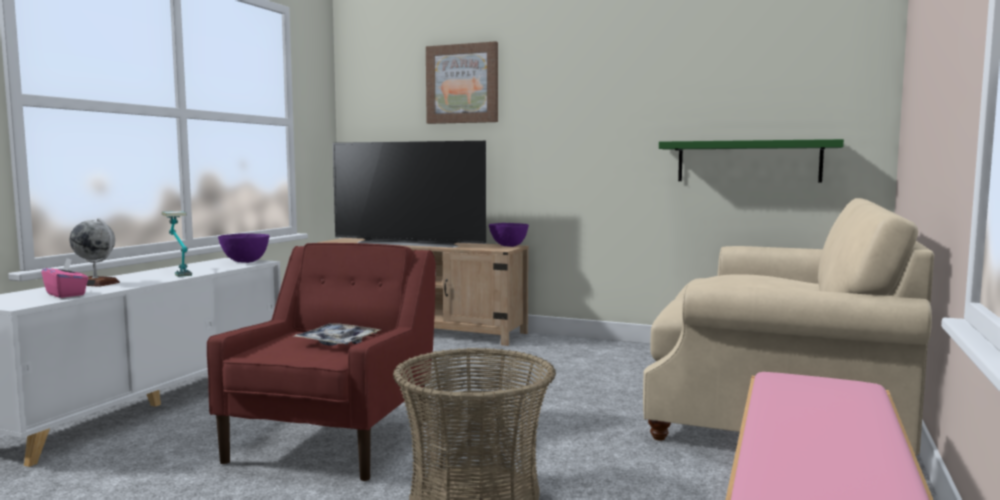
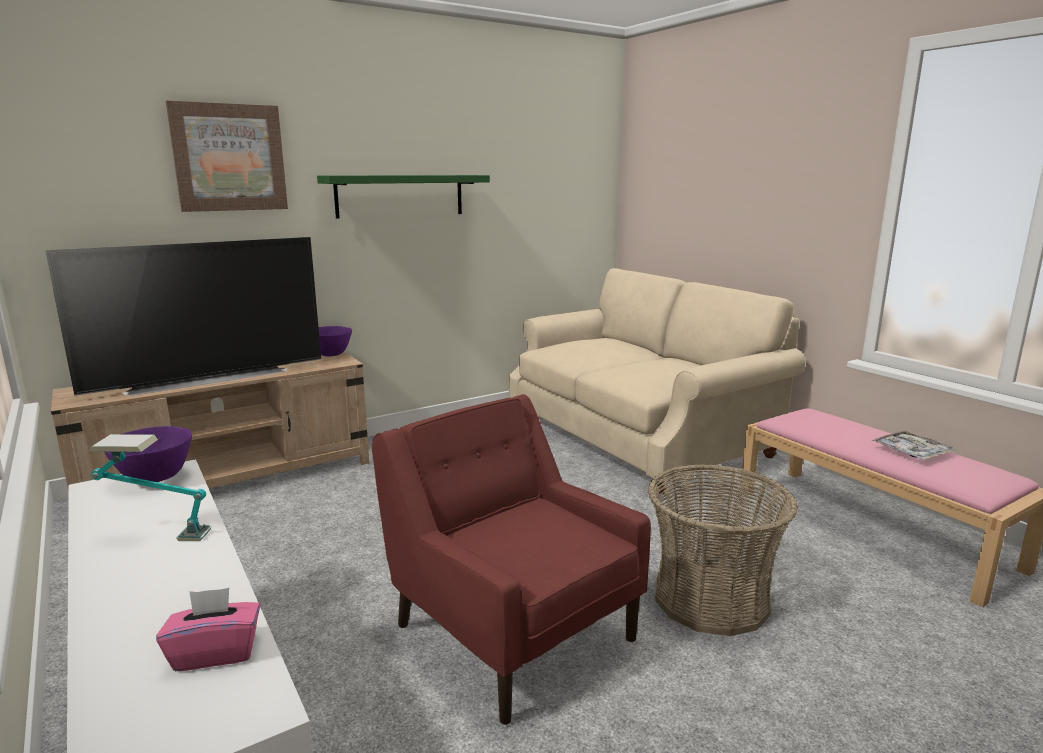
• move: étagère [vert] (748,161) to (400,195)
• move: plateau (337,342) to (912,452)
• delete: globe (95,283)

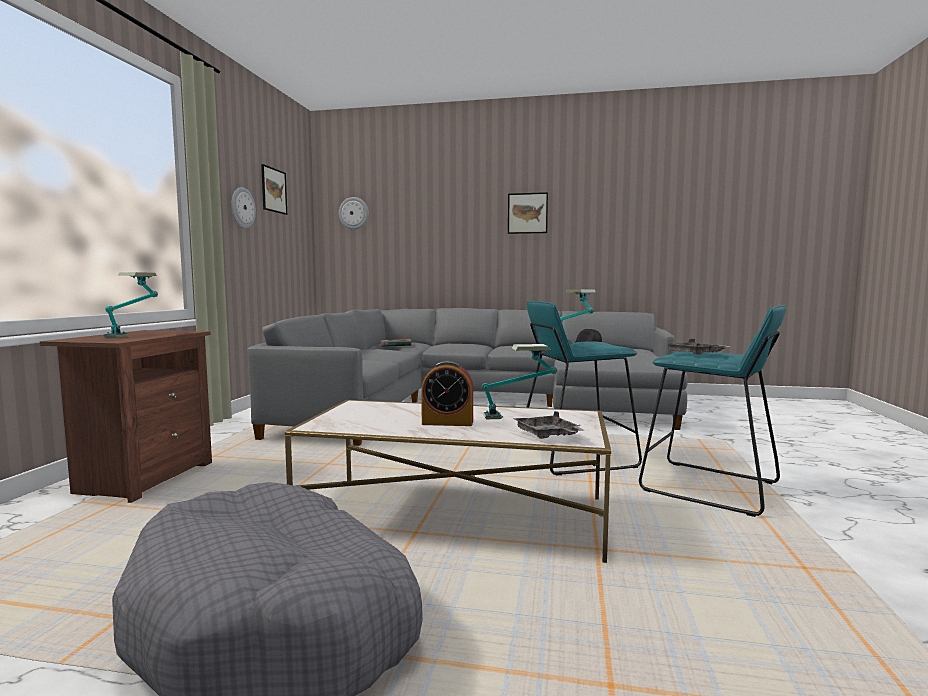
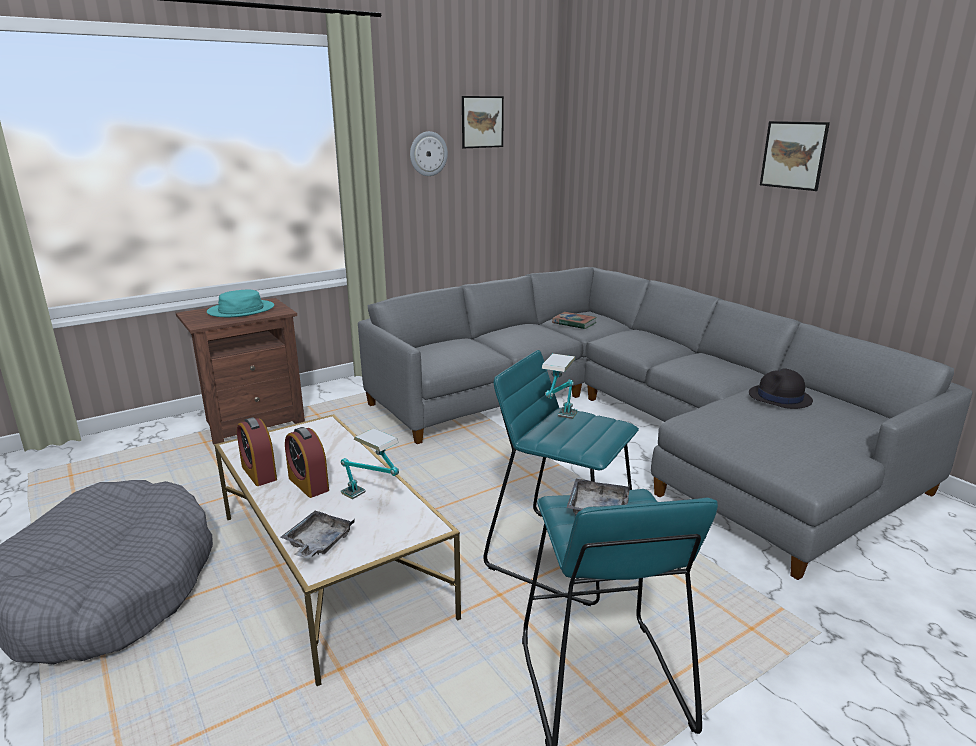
• replace: lampe de table (134,334) to chapeau [turquoise] (241,310)
• insert: réveil (259,473)
• delete: horloge murale (354,213)

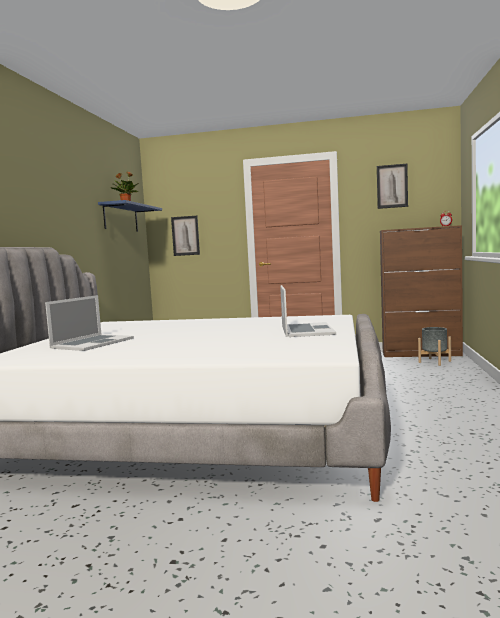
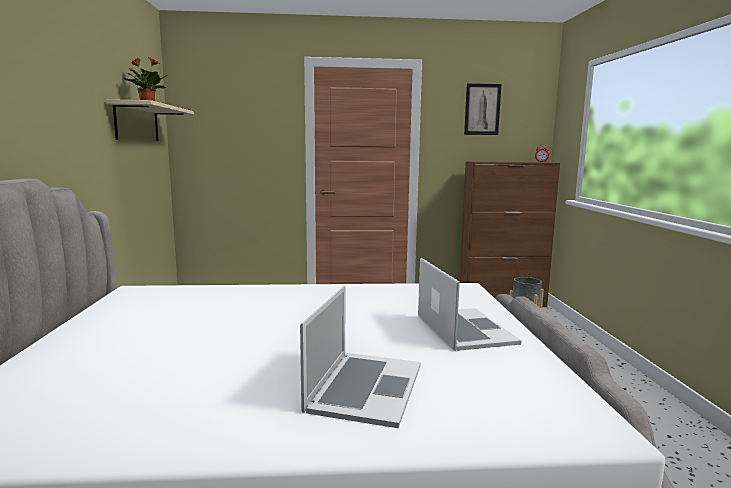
• recolor: étagère [bleu] (121,218) to étagère [beige] (137,123)
• move: ordinateur portable (92,343) to (365,387)
• delete: tableau (185,235)

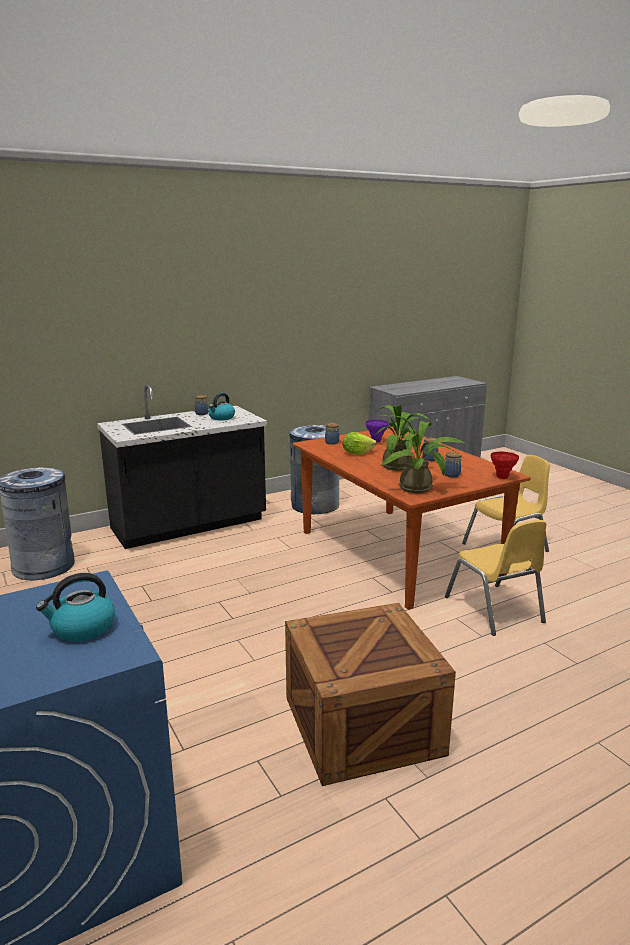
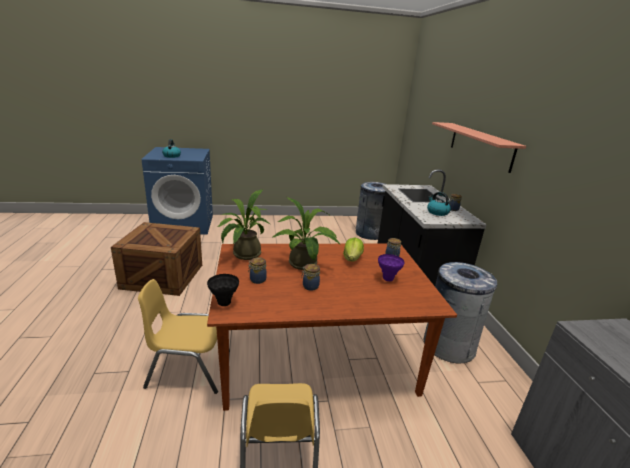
• recolor: vase [rouge] (502,477) to vase [noir] (224,303)
• insert: étagère (480,145)

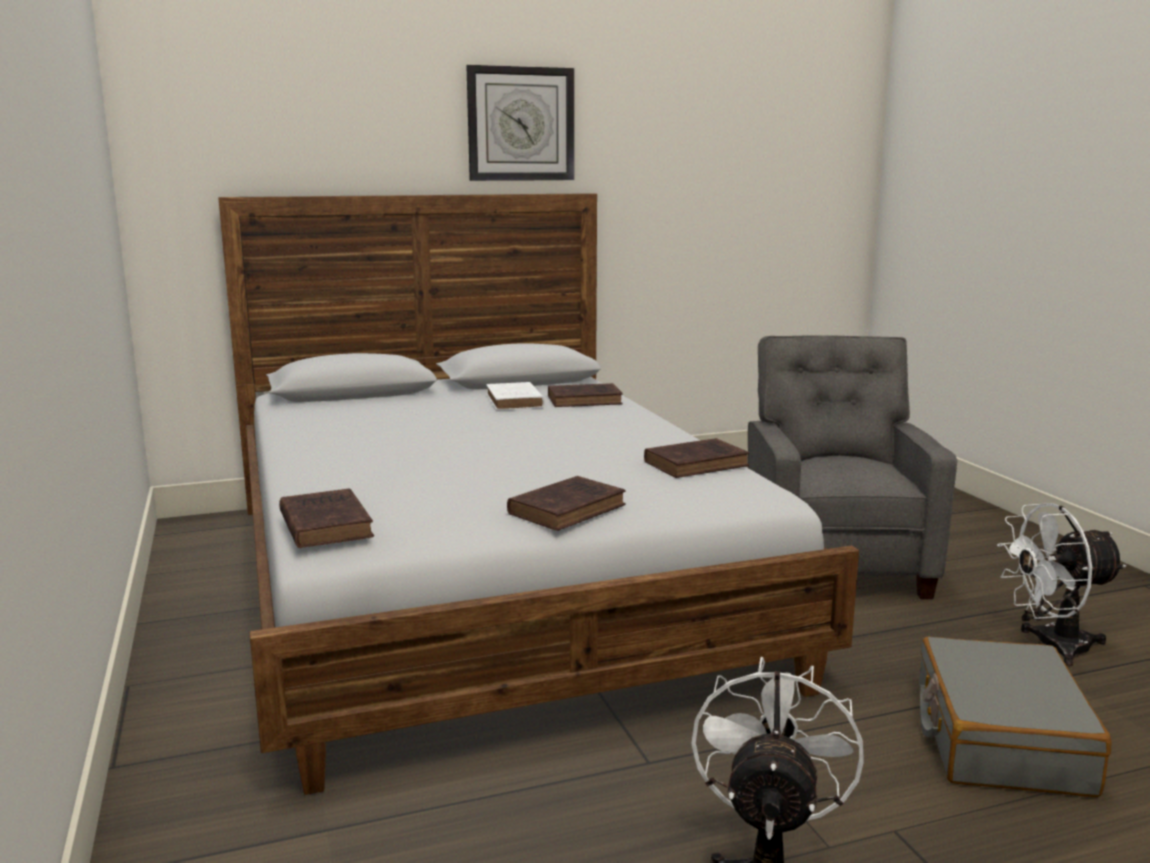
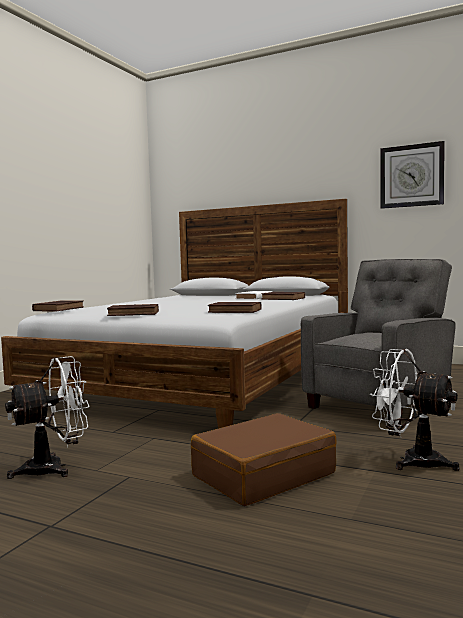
• recolor: valise [gris] (999,739) to valise [marron] (263,474)
• move: horloge murale (520,124) to (411,176)

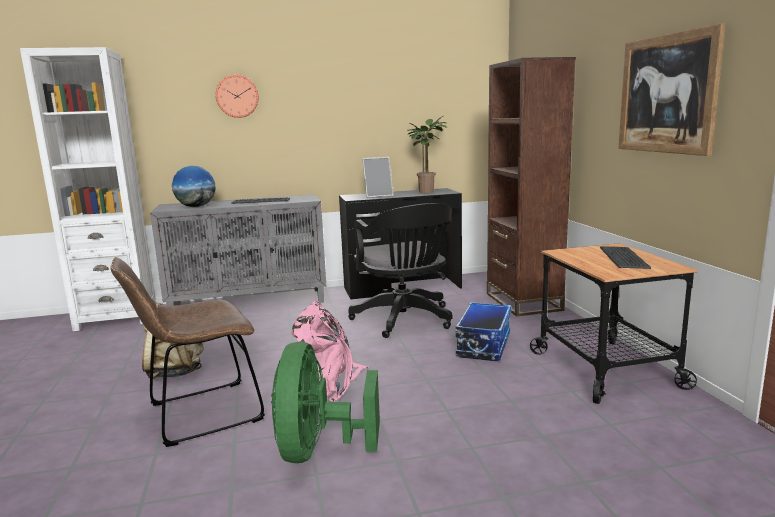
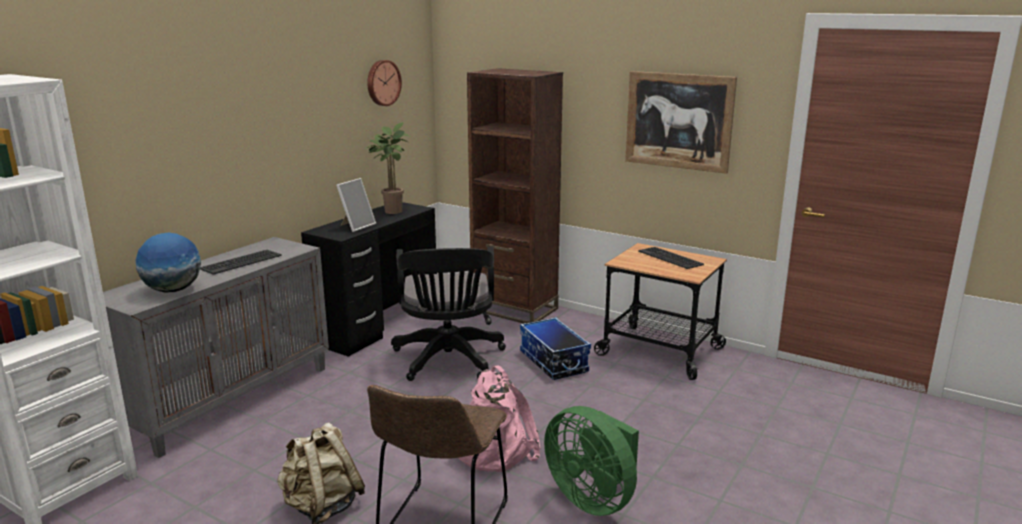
• move: horloge murale (237,96) to (382,83)
• rotate: chaise de bureau [noir] (405,320) = (448,361) 60 degrees clockwise

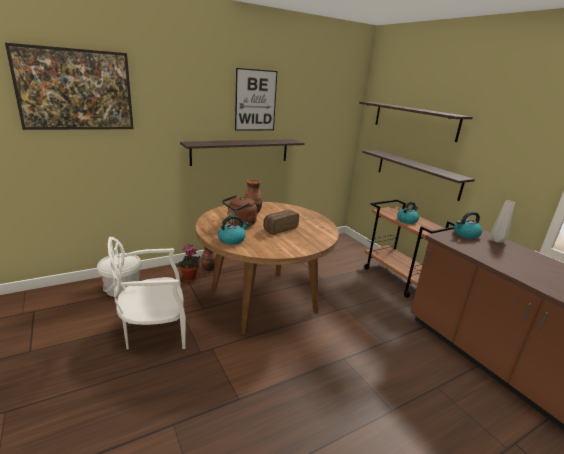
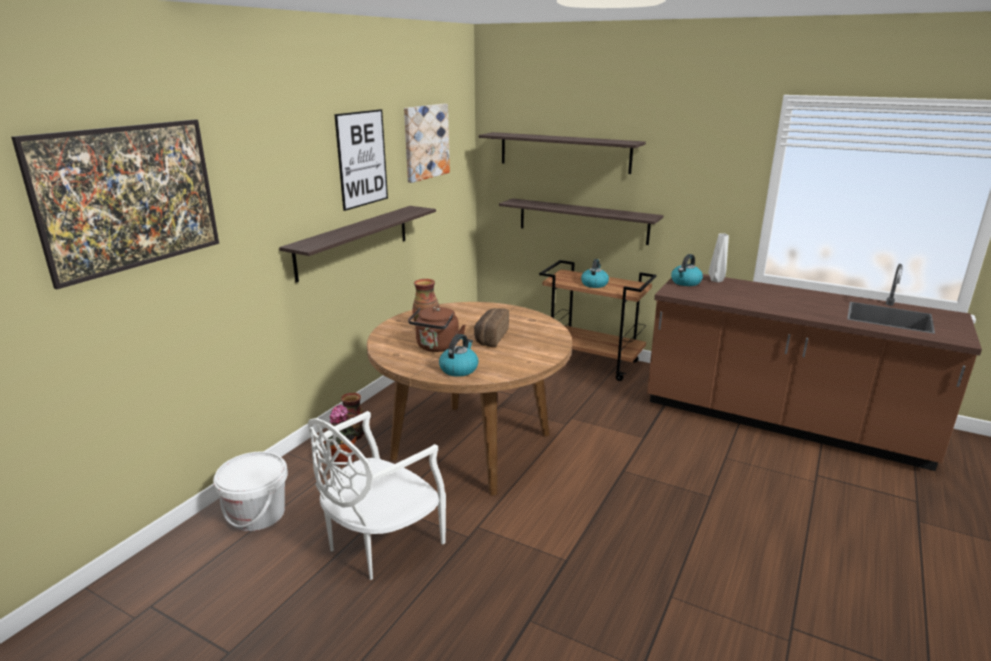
• insert: tableau (425,142)

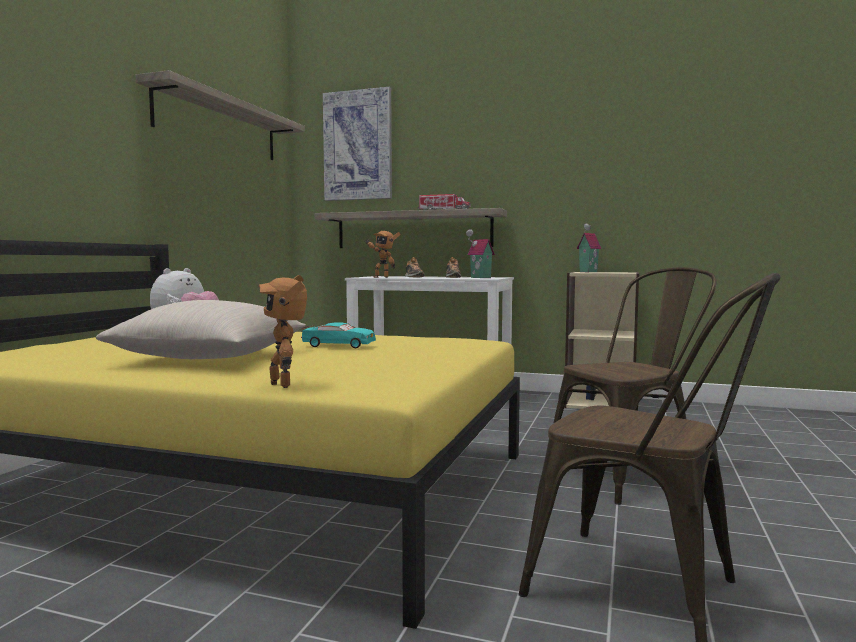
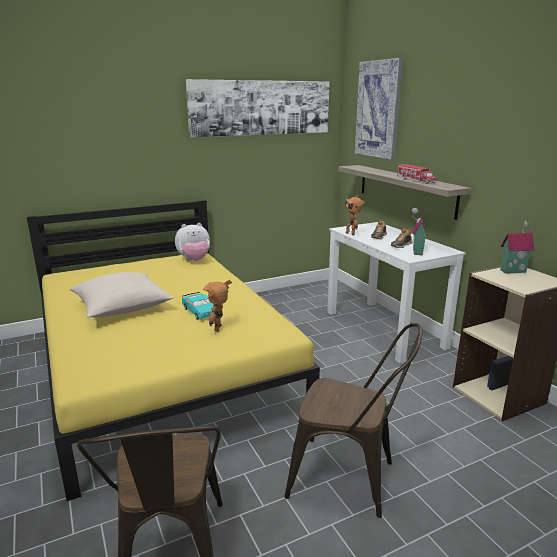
• replace: étagère (219,125) to tableau (261,108)
• move: robot jouet (284,384) to (221,328)

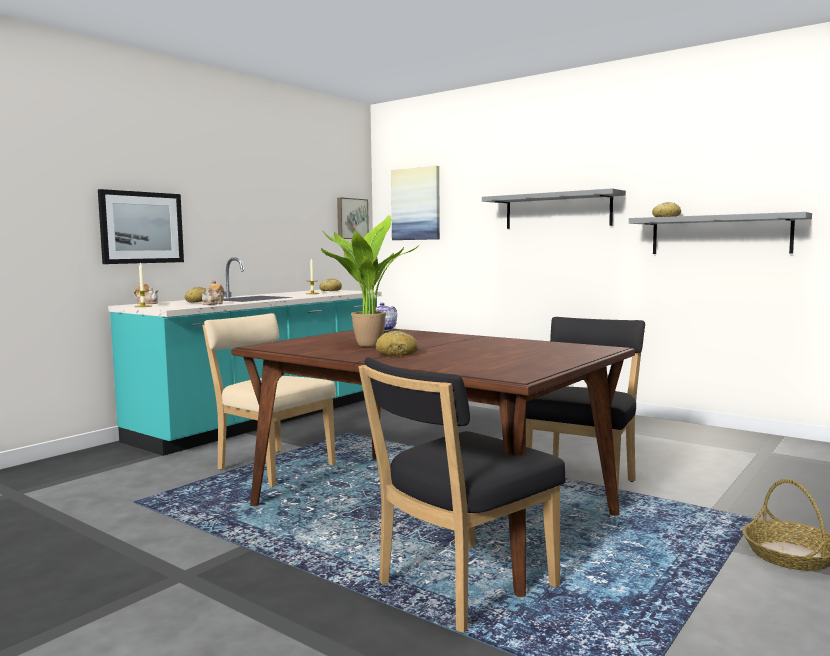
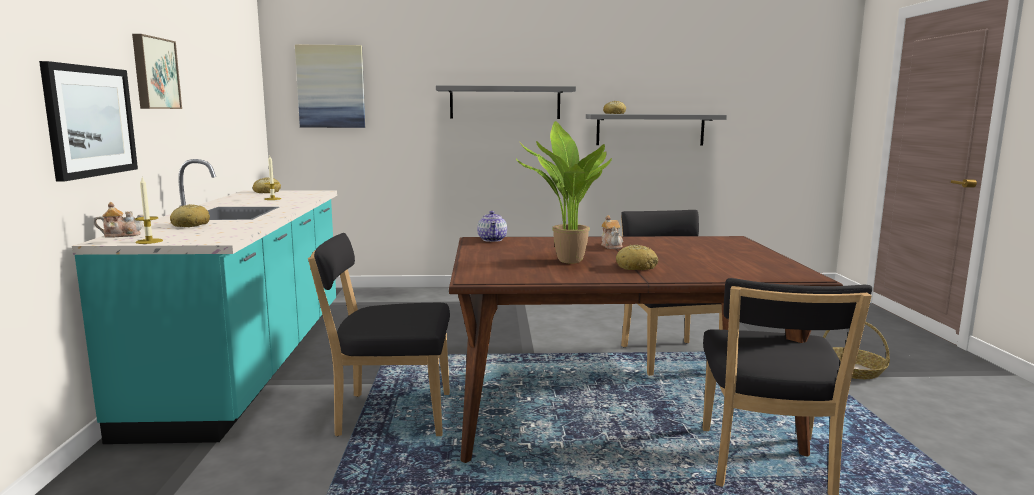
• move: tableau (351,218) to (154,73)
• recolor: chaise [beige] (272,466) to chaise [noir] (388,414)
• move: théière (214,304) to (611,246)

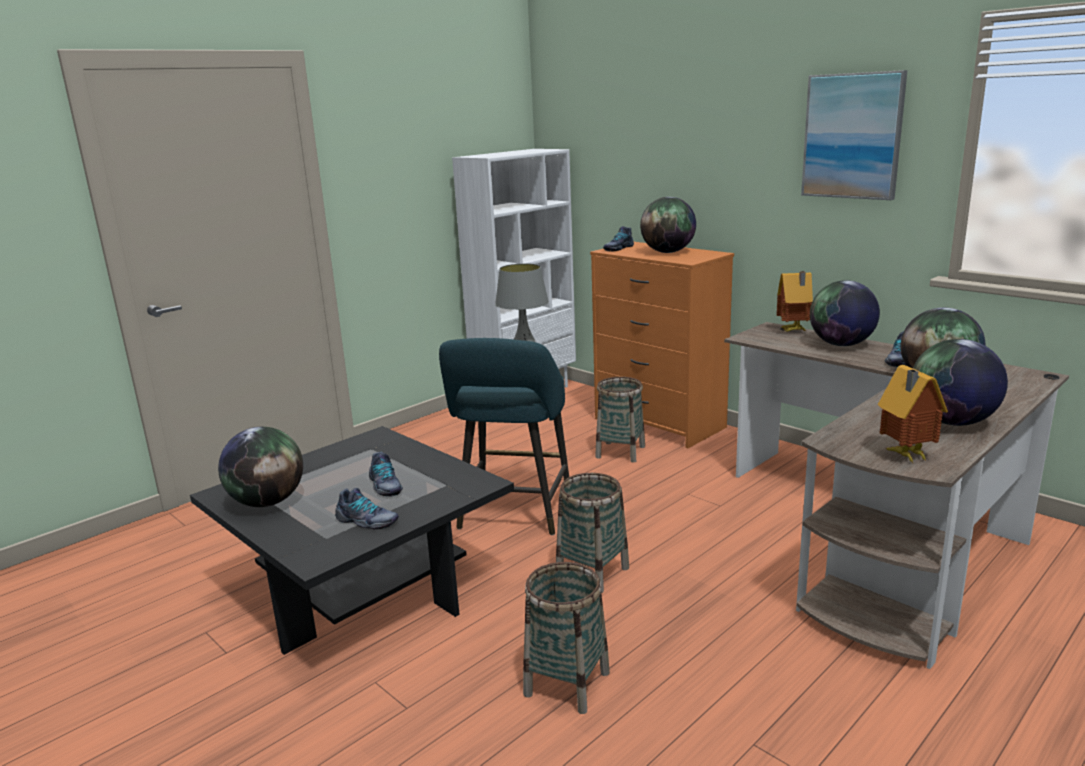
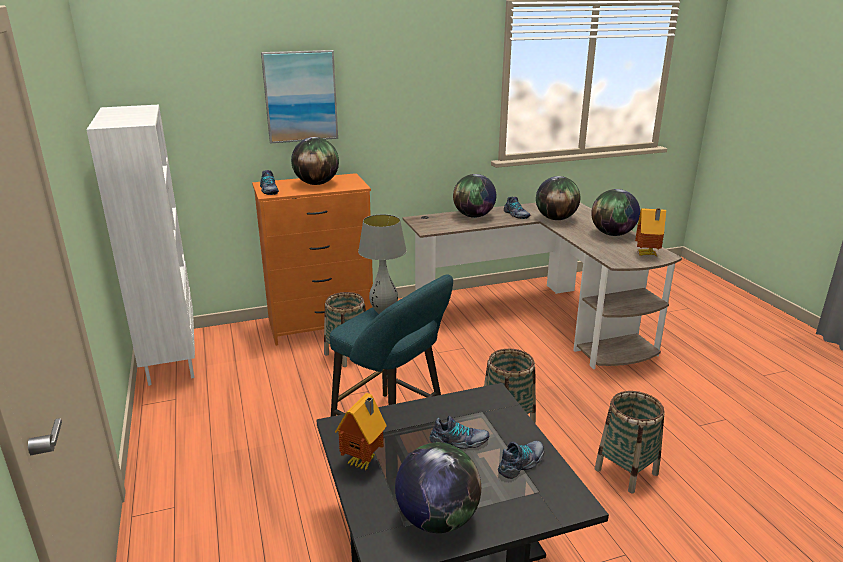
• move: tableau (852,136) to (300,96)
• move: maison miniature (793,331) to (364,462)

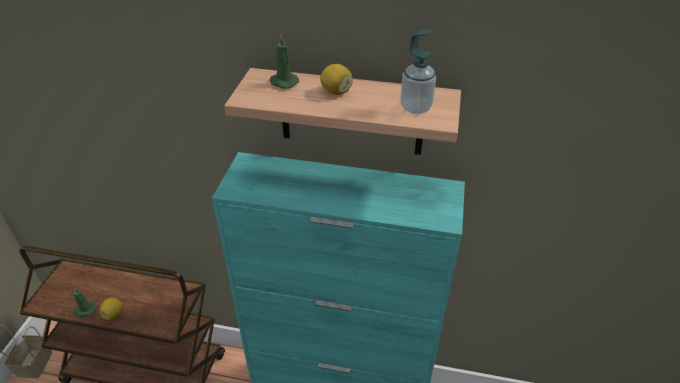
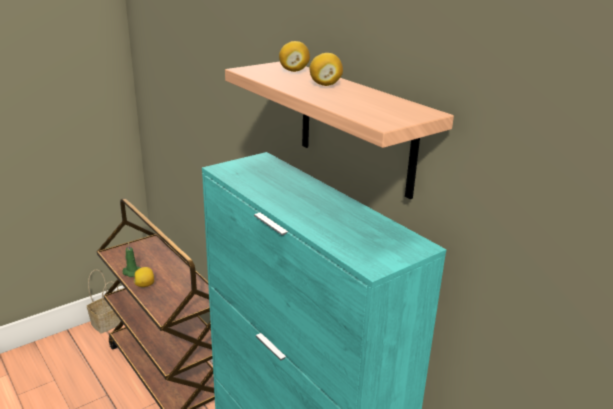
• replace: bougie [vert] (283,82) to citron (294,70)
• delete: distributeur de savon (415,108)

